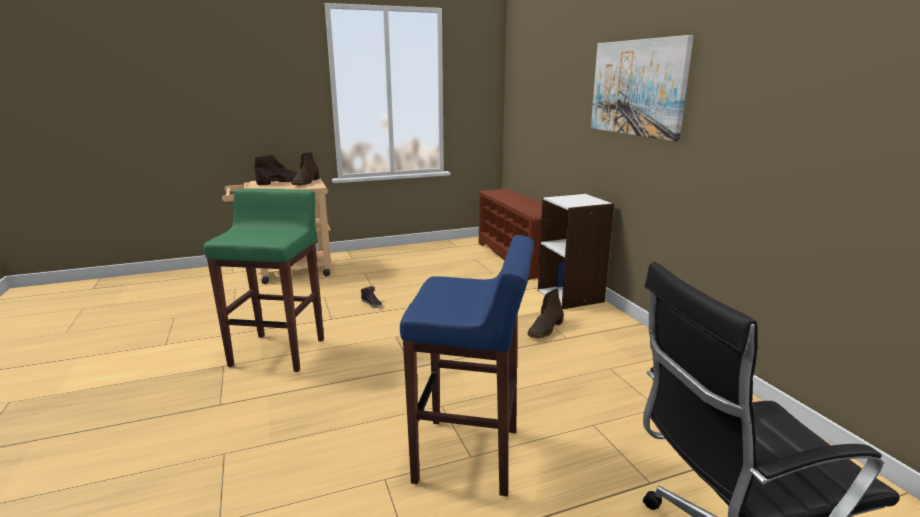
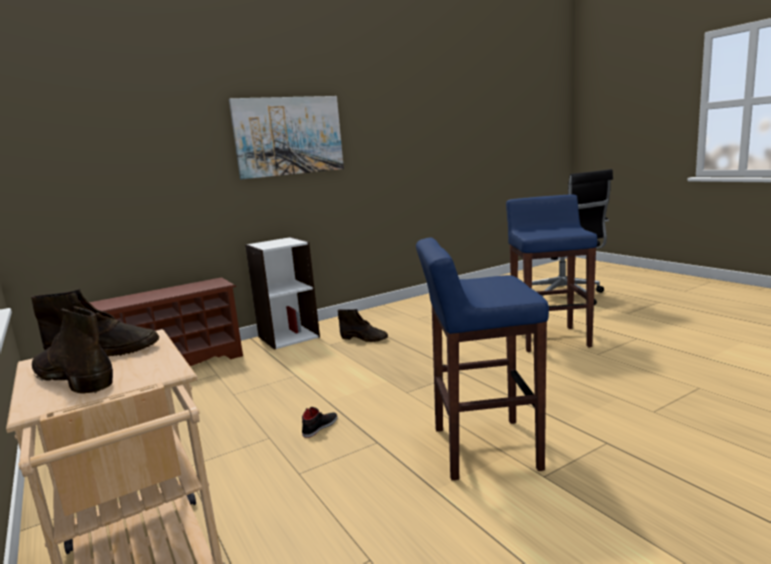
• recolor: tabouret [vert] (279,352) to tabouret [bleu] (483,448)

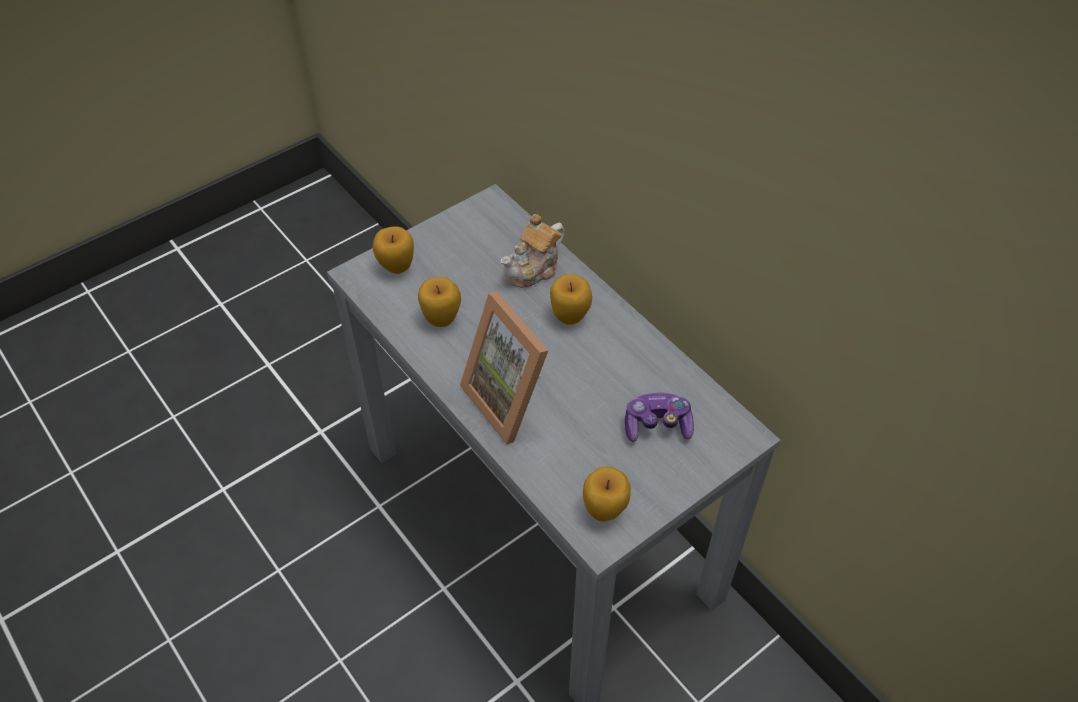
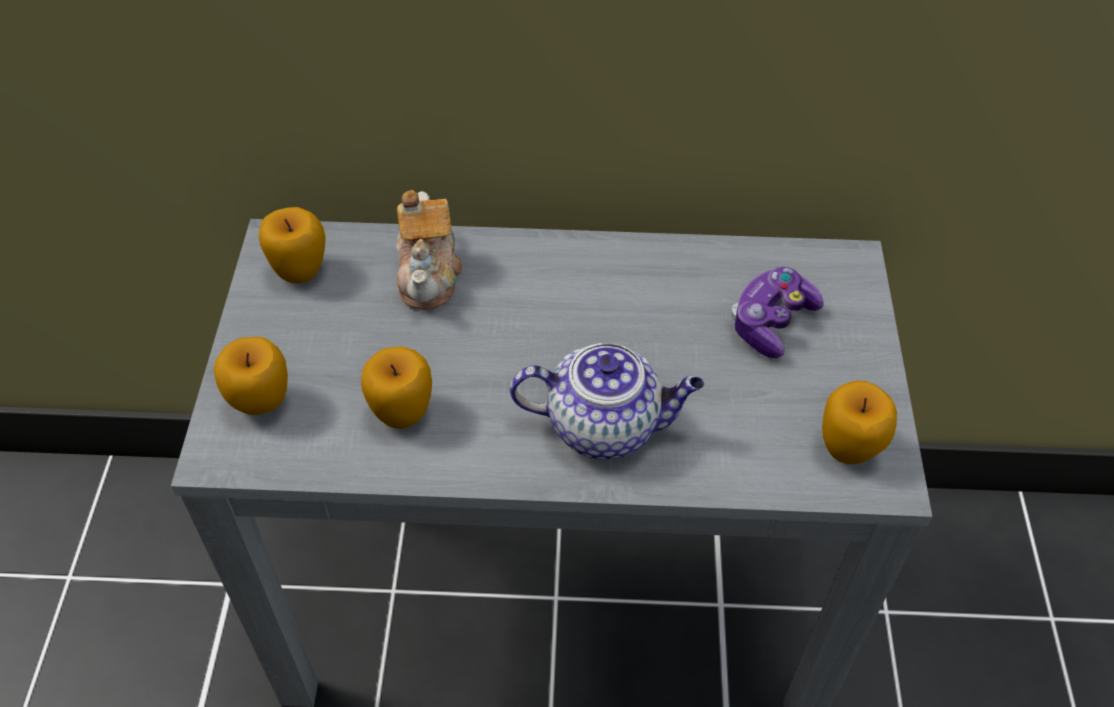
• move: pomme (570,316) to (300,271)
• replace: cadre photo (513,399) to théière (605,425)

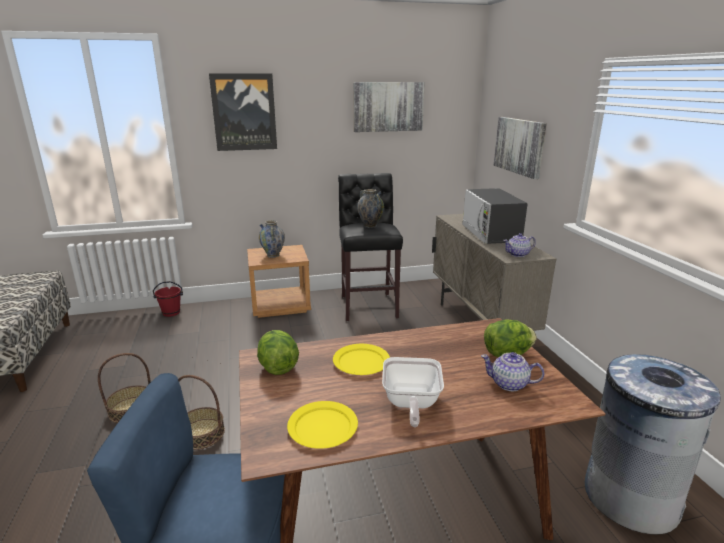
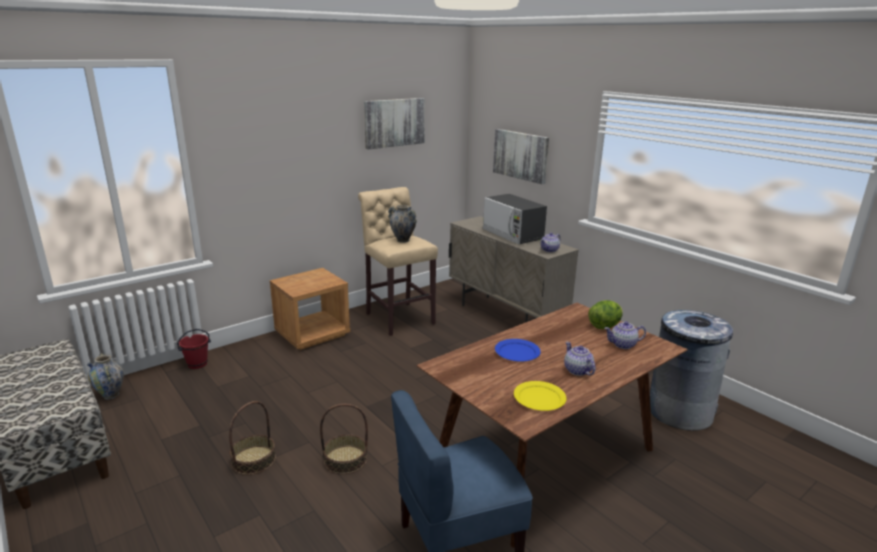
• move: vase (273,255) to (110,395)
• recolor: tabouret [noir] (368,305) to tabouret [beige] (398,317)
• recolor: assiette [jaune] (360,362) to assiette [bleu] (517,352)
• replace: poêle (410,404) to théière (577,371)
• delete: tableau (244,112)
• delete: laitue (278,367)

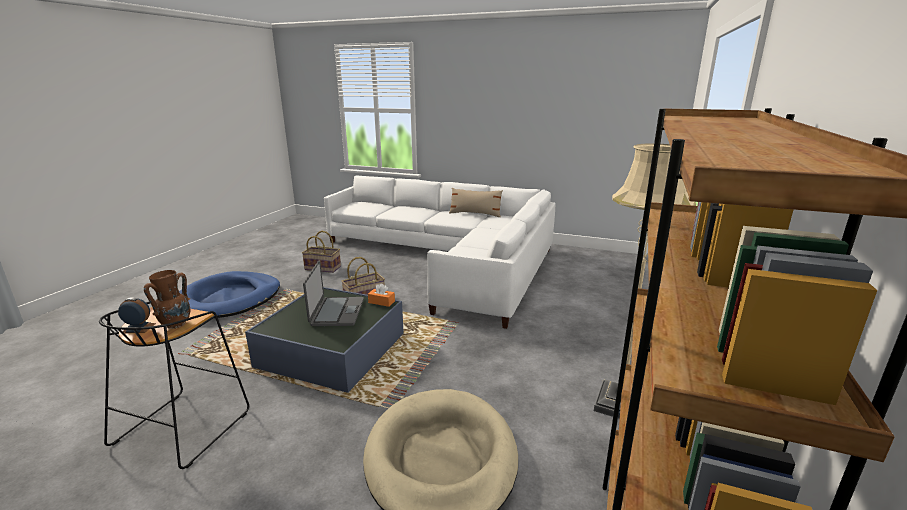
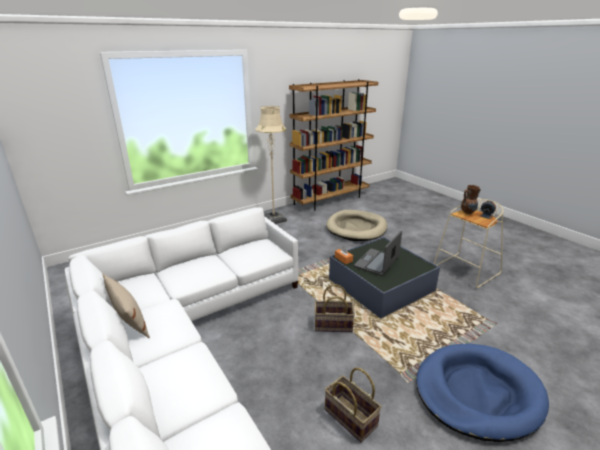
• recolor: tabouret [noir] (183,426) to tabouret [beige] (466,271)

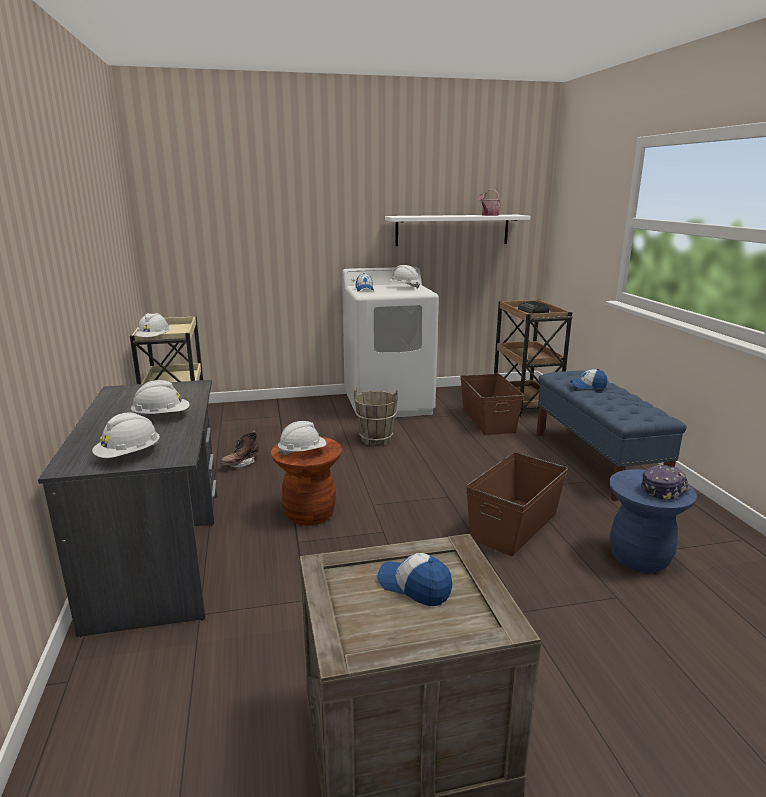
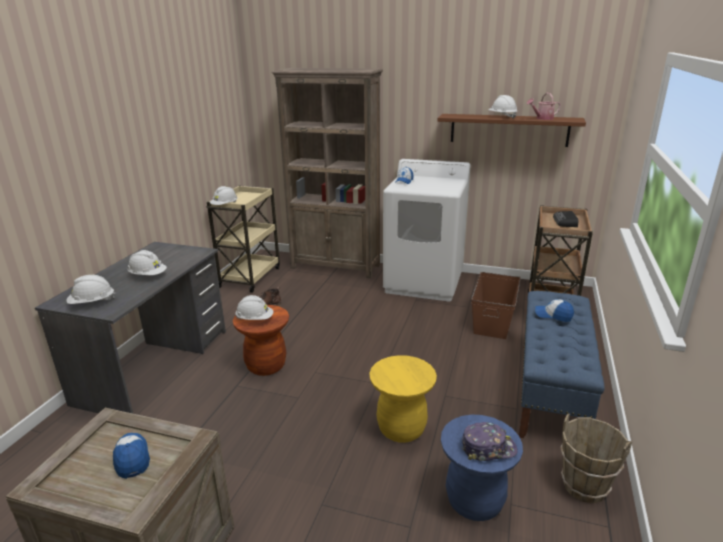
• insert: bibliothèque [marron] (336,266)
• replace: boîte de rangement [marron] (515,525) to tabouret [jaune] (401,428)
• recolor: étagère [blanc] (452,230) to étagère [marron] (509,130)
• move: casque de chantier [blanc] (403,287) to (502,117)
• move: seau [marron] (376,440) to (584,486)

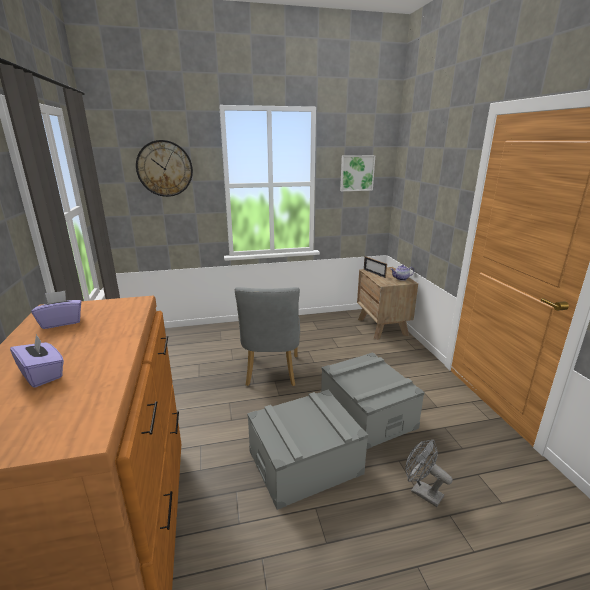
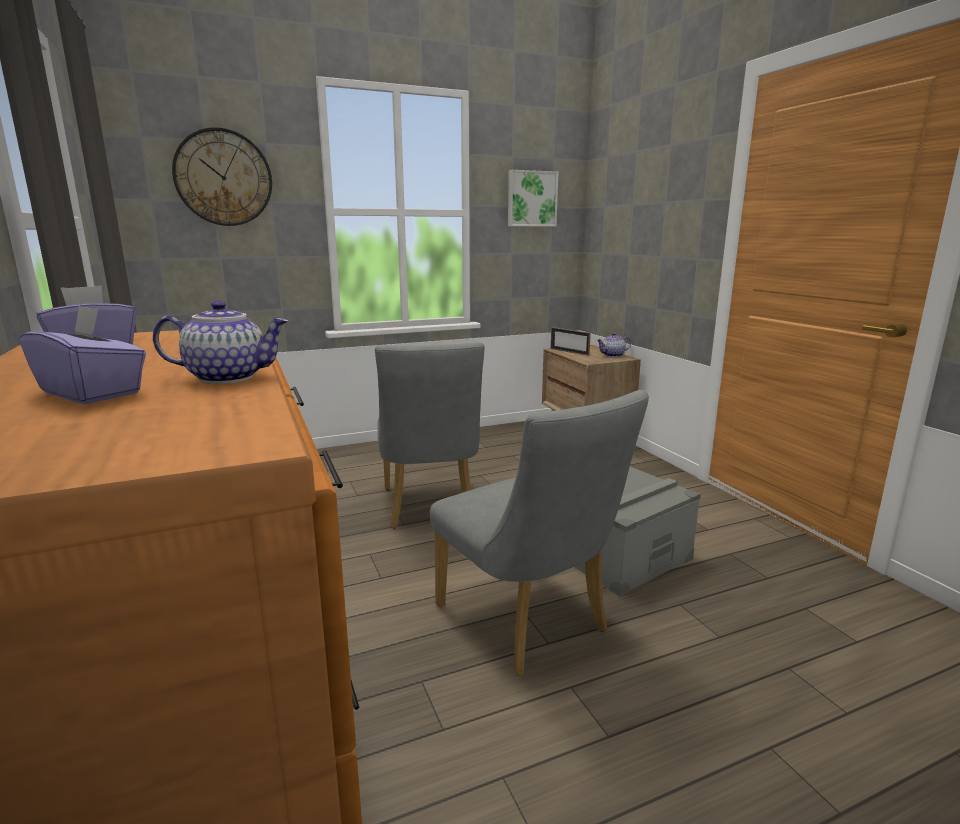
• insert: théière (229,377)
• replace: boîte de rangement [gris] (305,462) to chaise [gris] (529,624)
• delete: ventilateur [gris] (422,492)

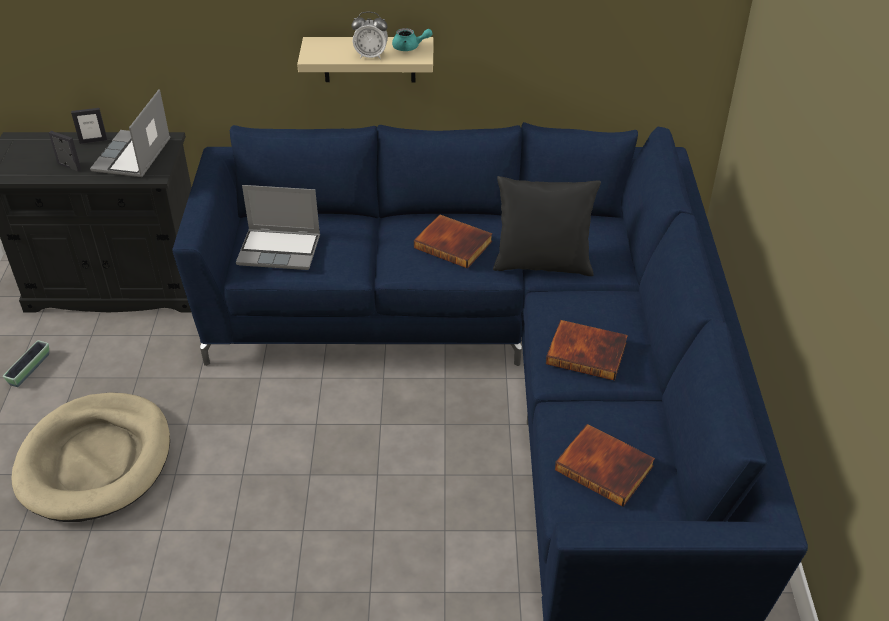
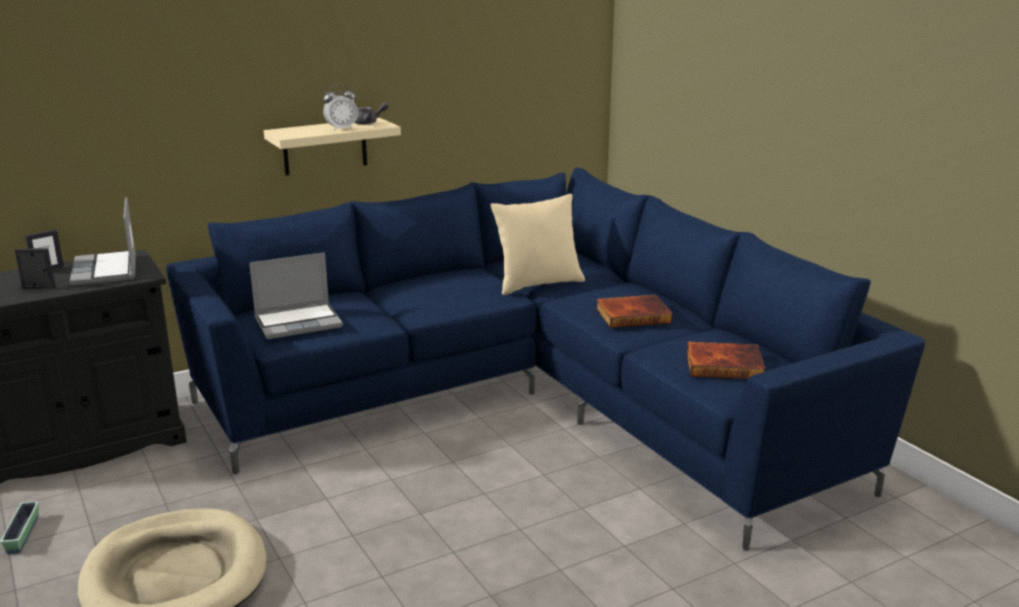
• recolor: théière [turquoise] (410,47) to théière [gris] (369,123)
• recolor: coussin [noir] (542,264) to coussin [beige] (538,284)
• delete: livre (454,244)

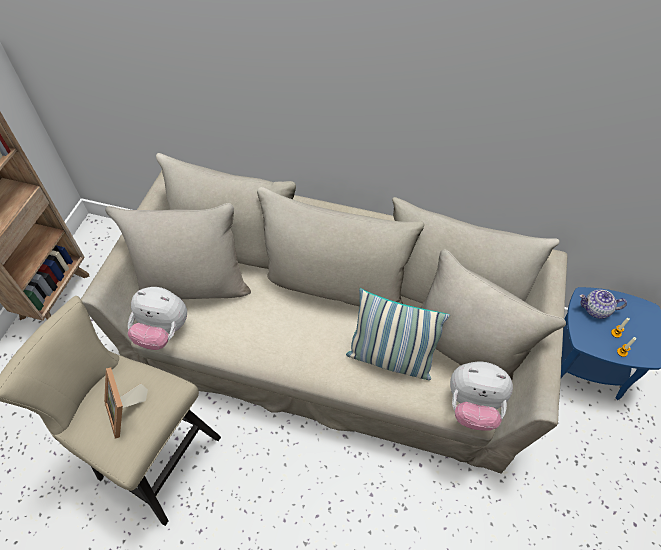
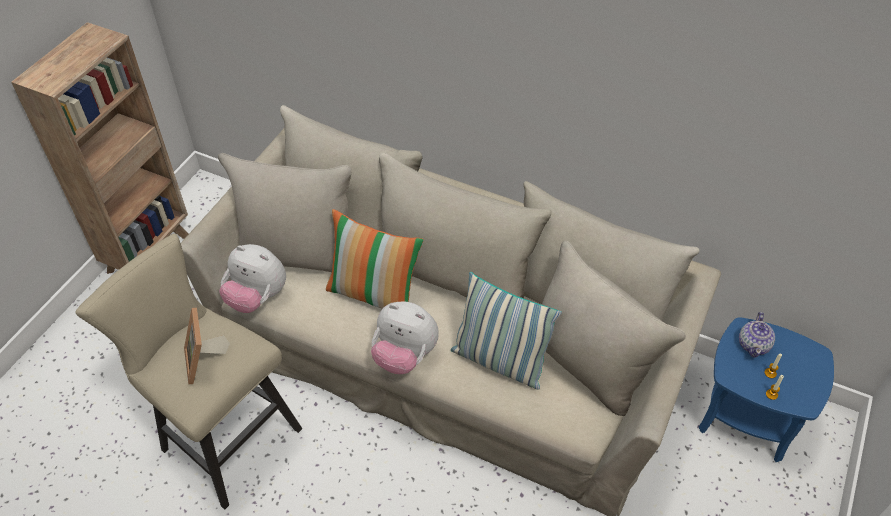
• insert: coussin (375,294)
• move: peluche (473,406) to (404,355)
• rotate: théière (596,310) = (753,345) 90 degrees counterclockwise

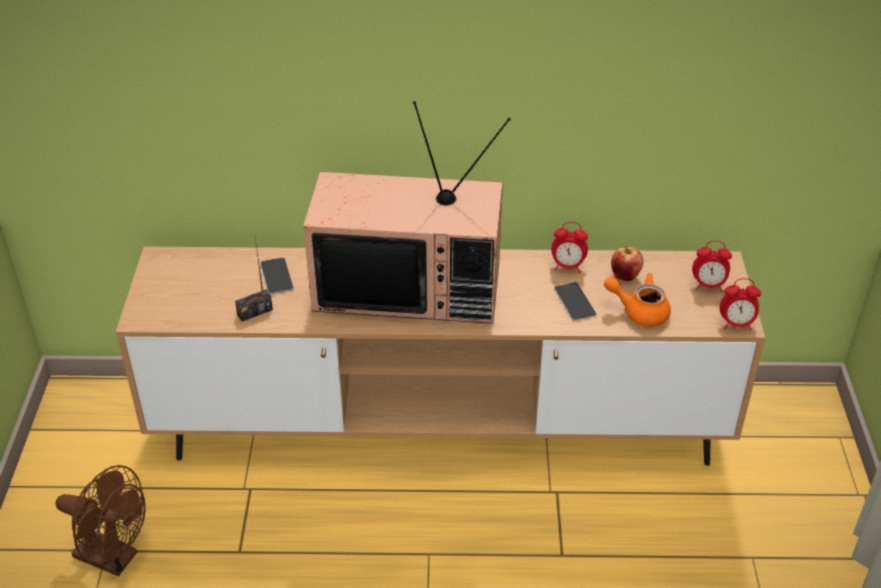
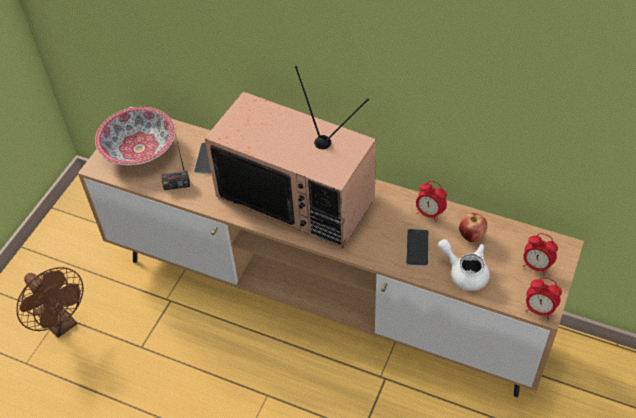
• insert: bol (139,150)
• recolor: théière [orange] (639,311) to théière [blanc] (464,272)

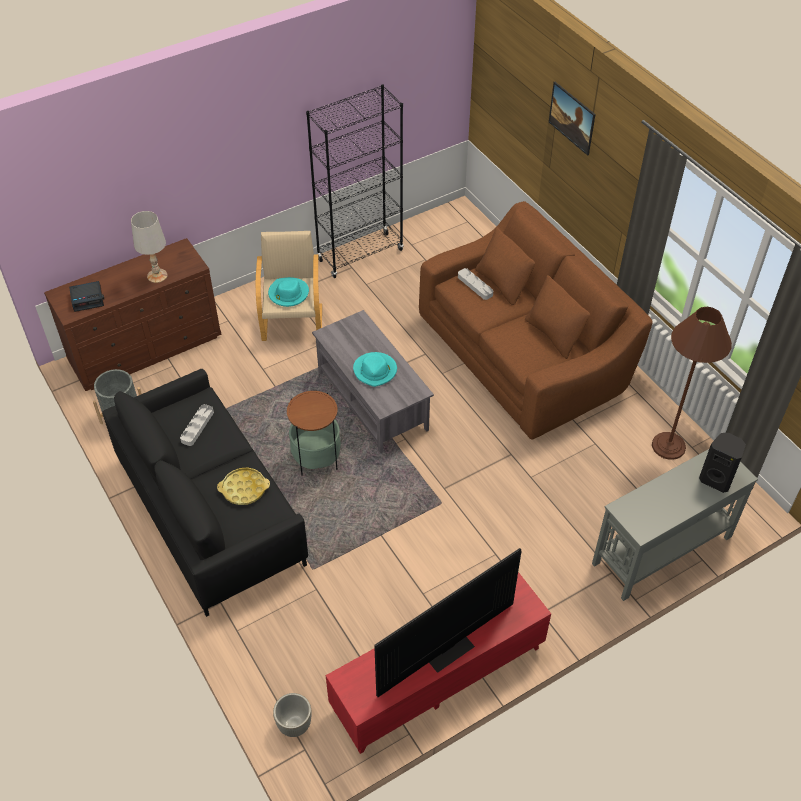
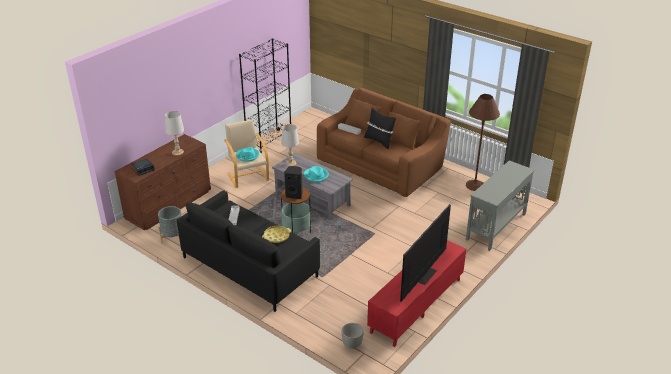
• insert: lampe de table [blanc] (290,163)
• move: enceinte [noir] (716,479) to (294,195)
• insert: coussin [noir] (379,141)
• delete: tableau (570,128)

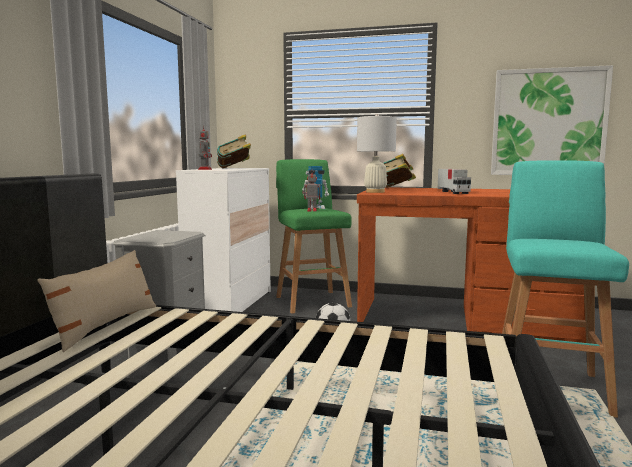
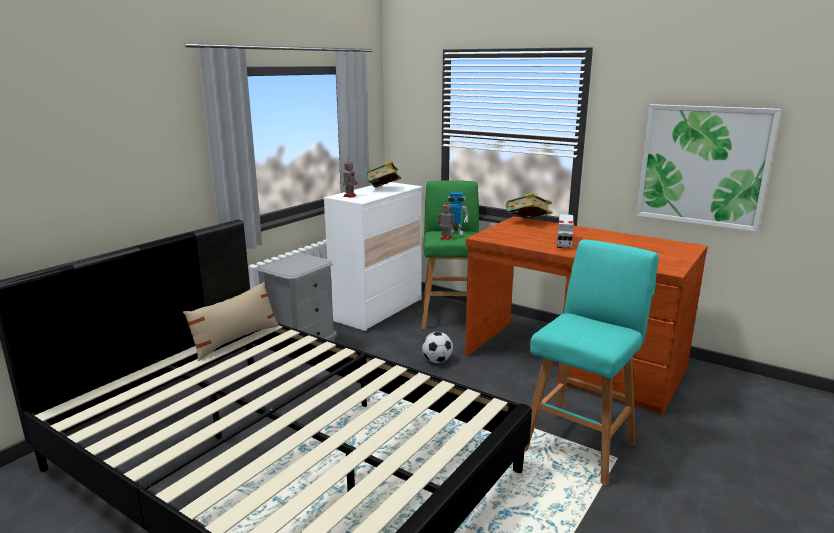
• delete: lampe de table [blanc] (375,192)

